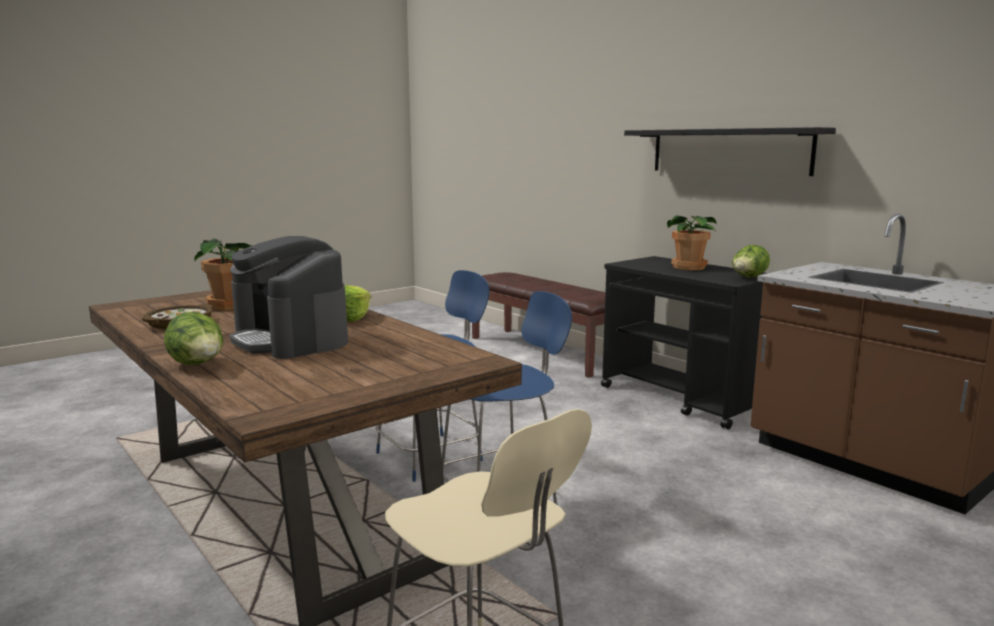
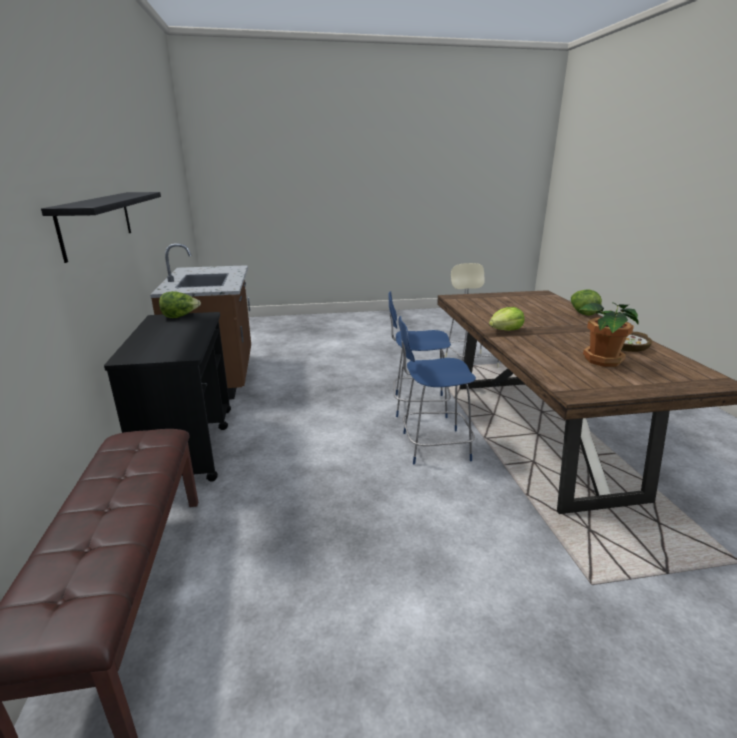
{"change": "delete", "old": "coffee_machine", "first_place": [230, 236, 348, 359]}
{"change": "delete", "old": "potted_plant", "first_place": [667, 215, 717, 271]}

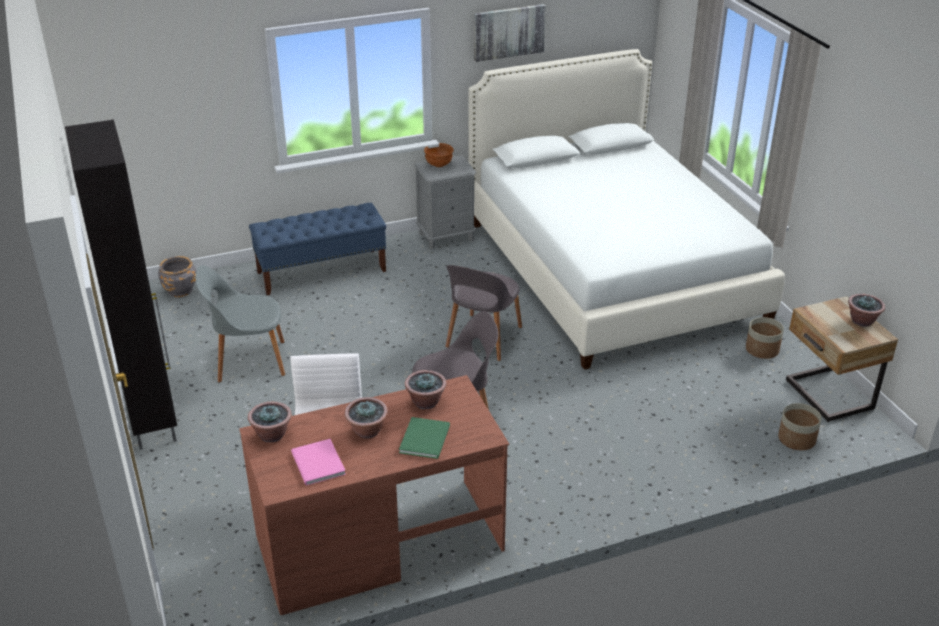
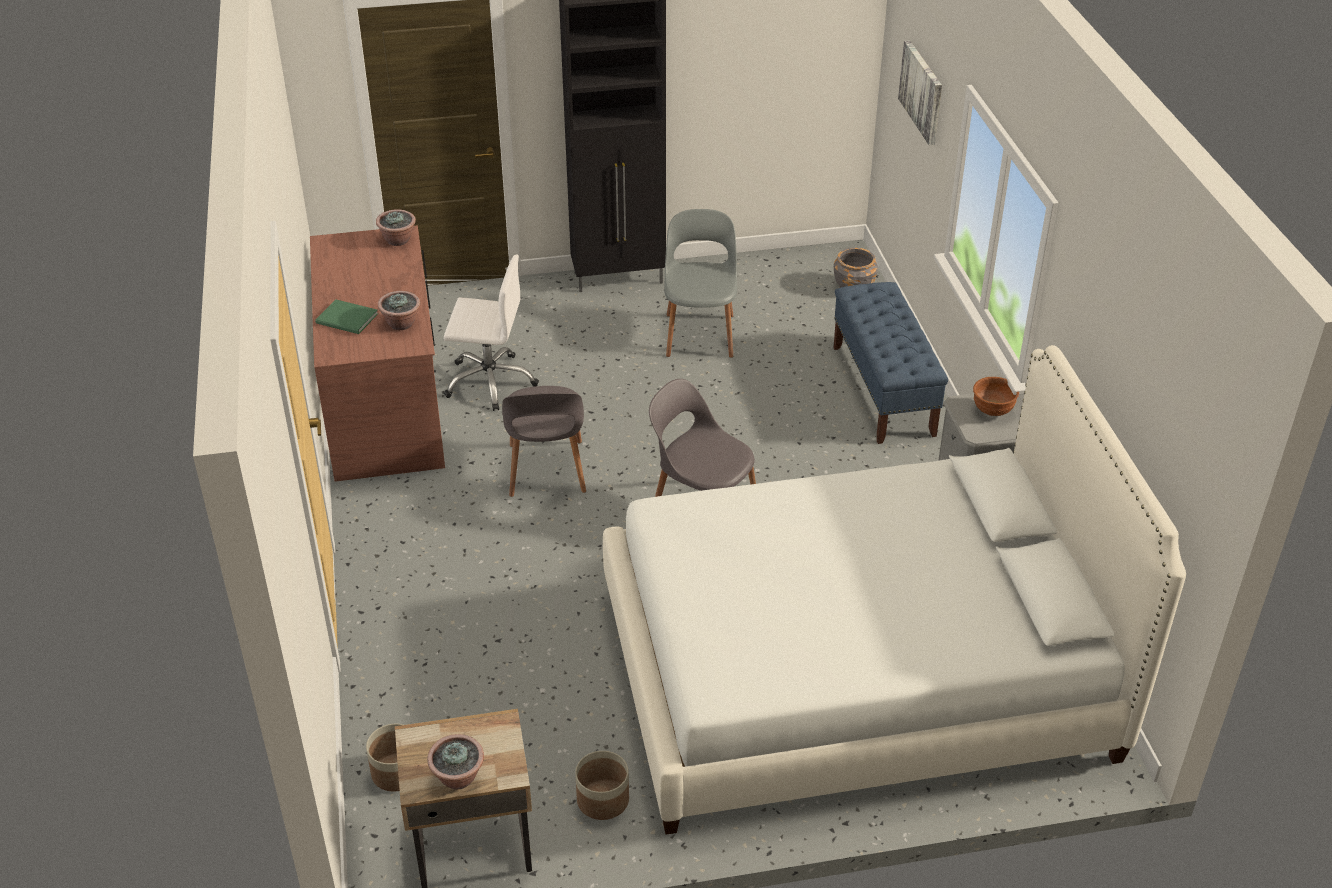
{"change": "delete", "old": "pink_book", "first_place": [291, 439, 346, 486]}
{"change": "delete", "old": "potted_plant", "first_place": [345, 397, 388, 439]}
{"change": "move", "old": "picture", "first_place": [474, 4, 546, 62], "second_place": [898, 40, 942, 145]}

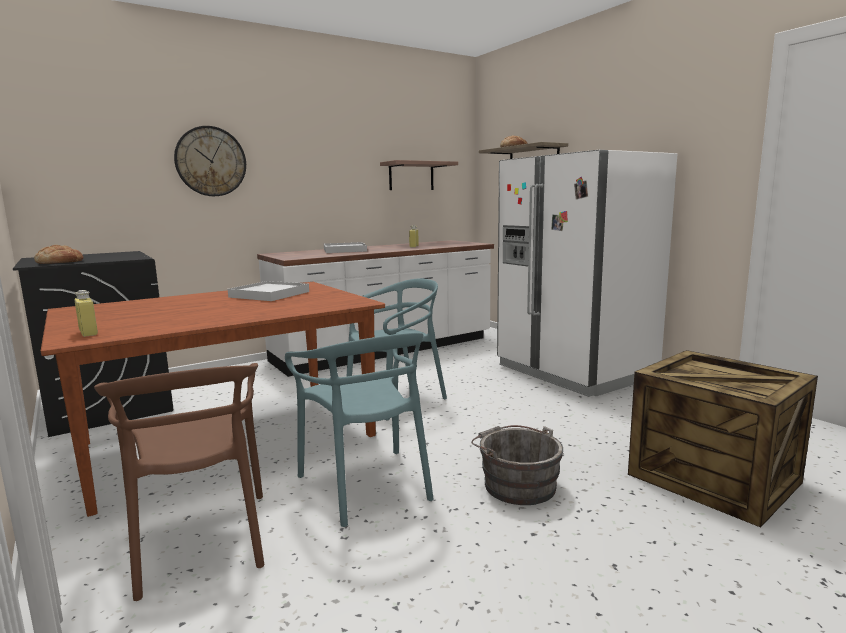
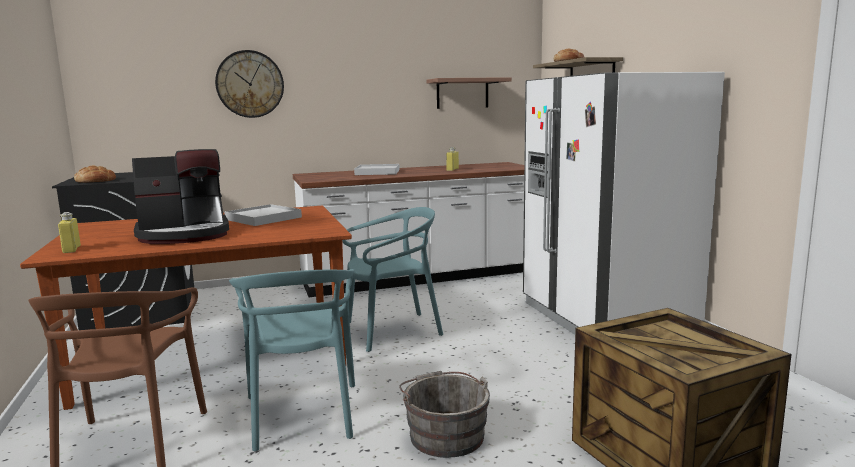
{"change": "insert", "new": "coffee_machine", "second_place": [132, 149, 229, 244]}

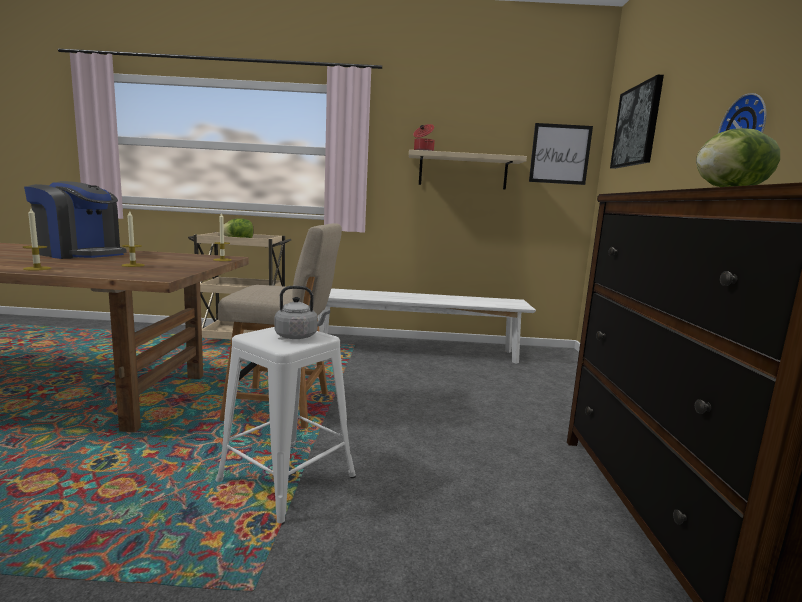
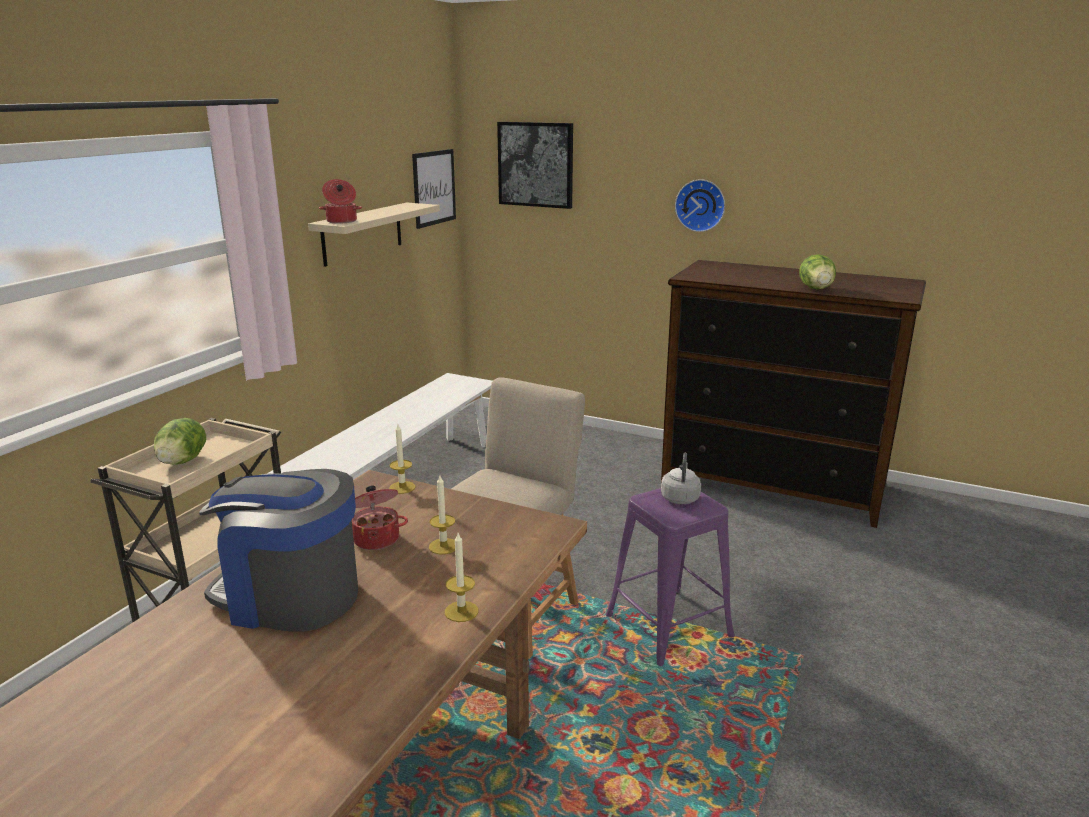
{"change": "rotate", "old": "coffee_machine", "first_place": [24, 181, 127, 259], "second_place": [199, 469, 358, 632], "degrees": -120}
{"change": "recolor", "old": "white_stool", "new": "purple_stool", "first_place": [216, 327, 356, 525], "second_place": [606, 488, 735, 666]}
{"change": "insert", "new": "cooking_pot", "second_place": [352, 485, 408, 550]}

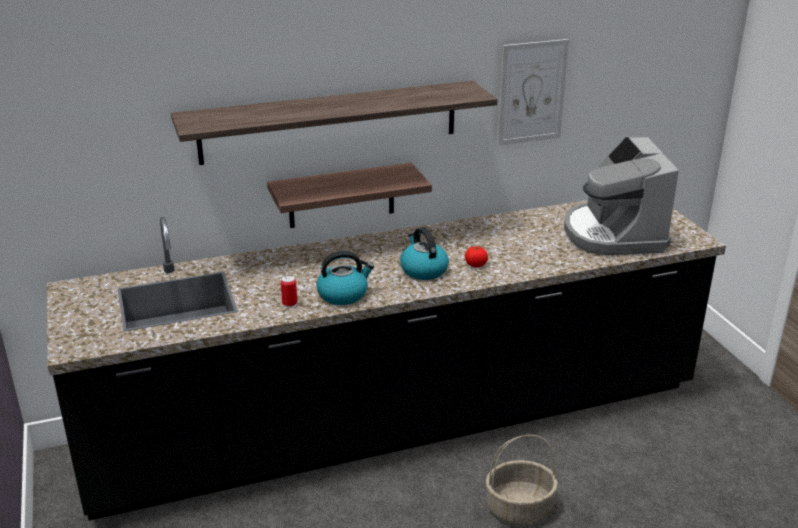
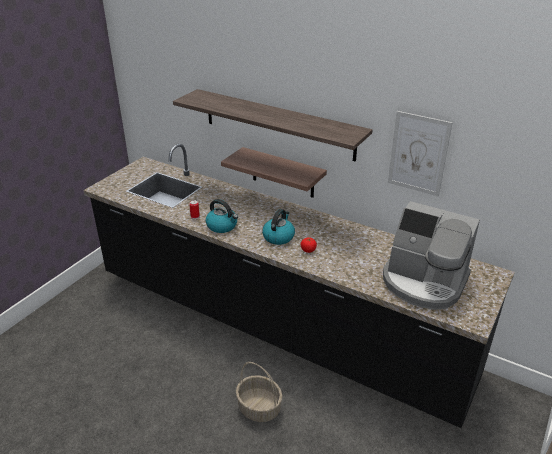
{"change": "rotate", "old": "coffee_machine", "first_place": [564, 136, 679, 255], "second_place": [383, 201, 480, 310], "degrees": -105}

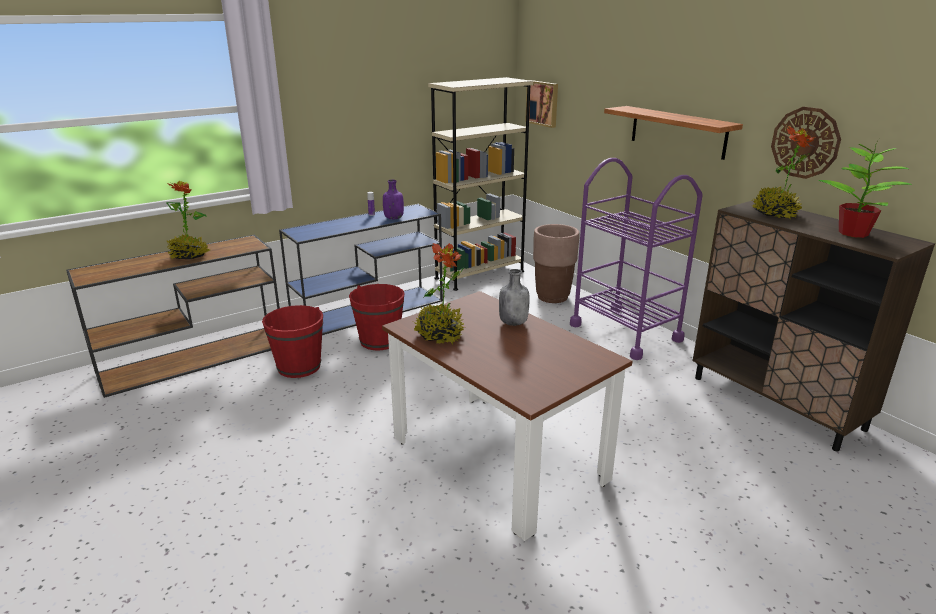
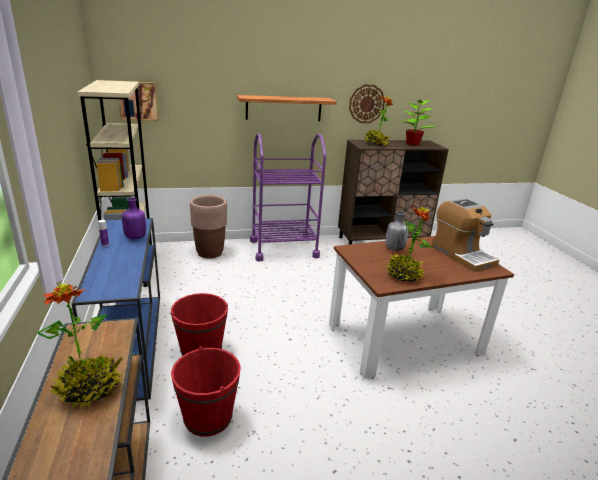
{"change": "insert", "new": "coffee_machine", "second_place": [431, 198, 499, 272]}

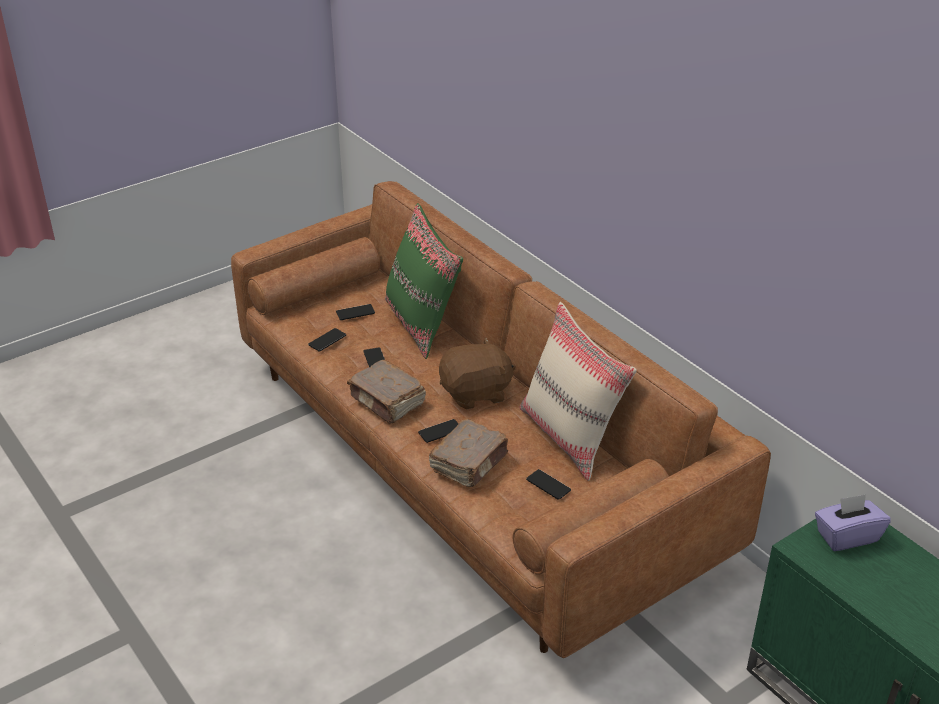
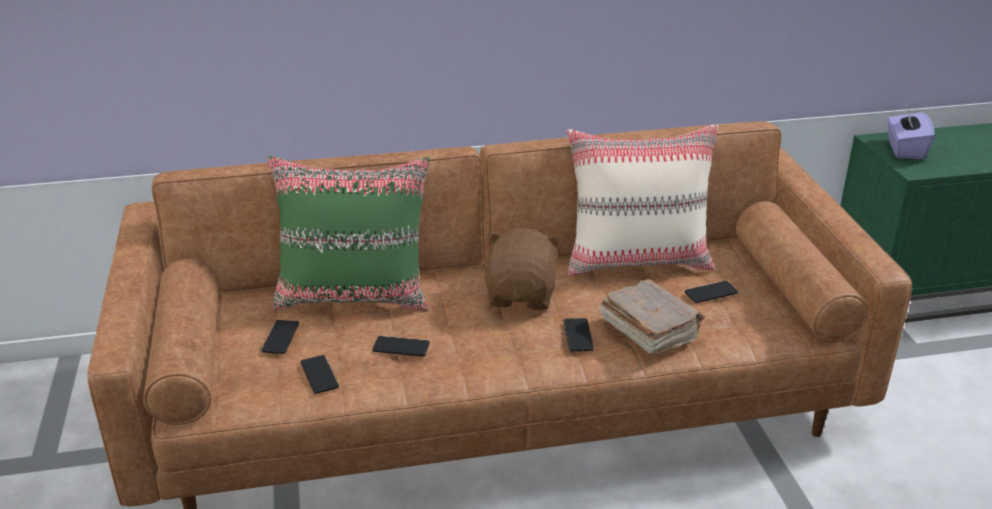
{"change": "delete", "old": "brown_book", "first_place": [347, 360, 426, 424]}

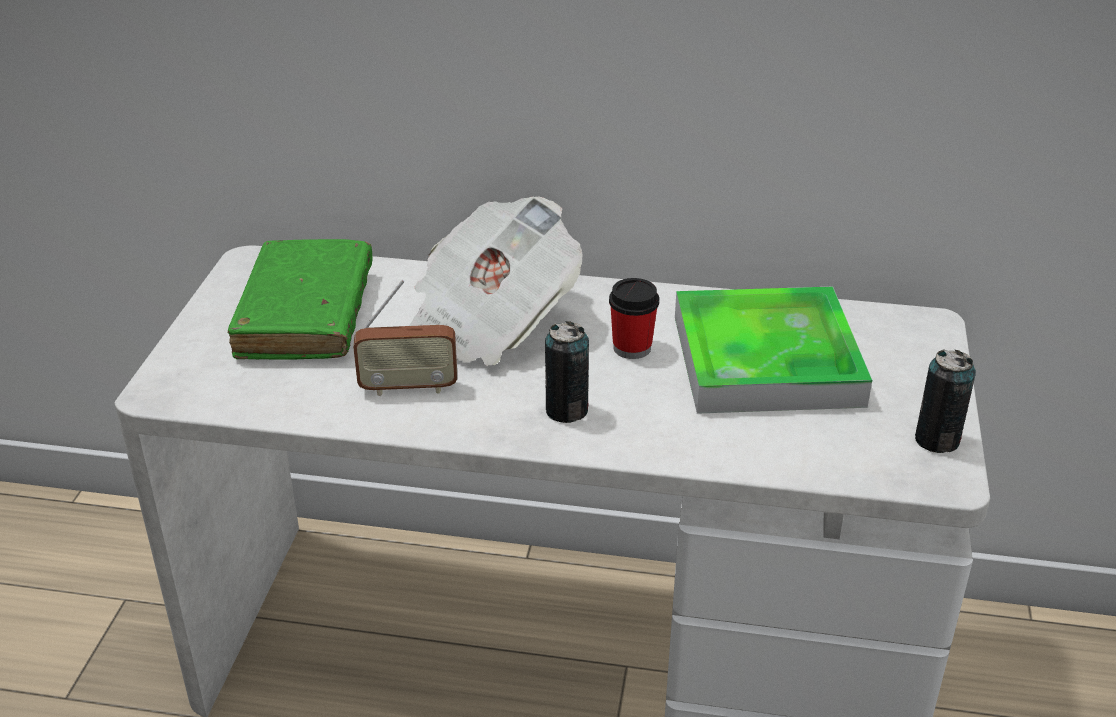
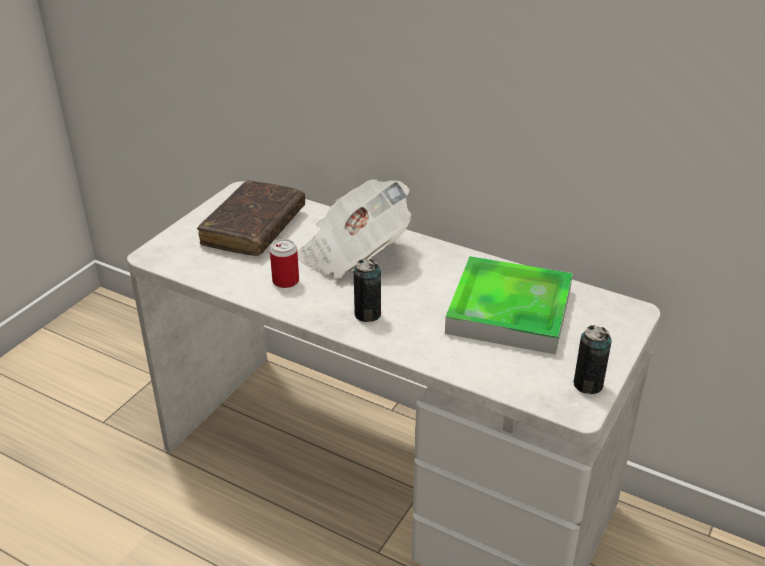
{"change": "recolor", "old": "green_book", "new": "brown_book", "first_place": [228, 239, 372, 360], "second_place": [197, 180, 305, 256]}
{"change": "replace", "old": "radio", "new": "can", "first_place": [353, 280, 457, 396], "second_place": [270, 239, 299, 288]}
{"change": "delete", "old": "cup", "first_place": [609, 278, 659, 359]}

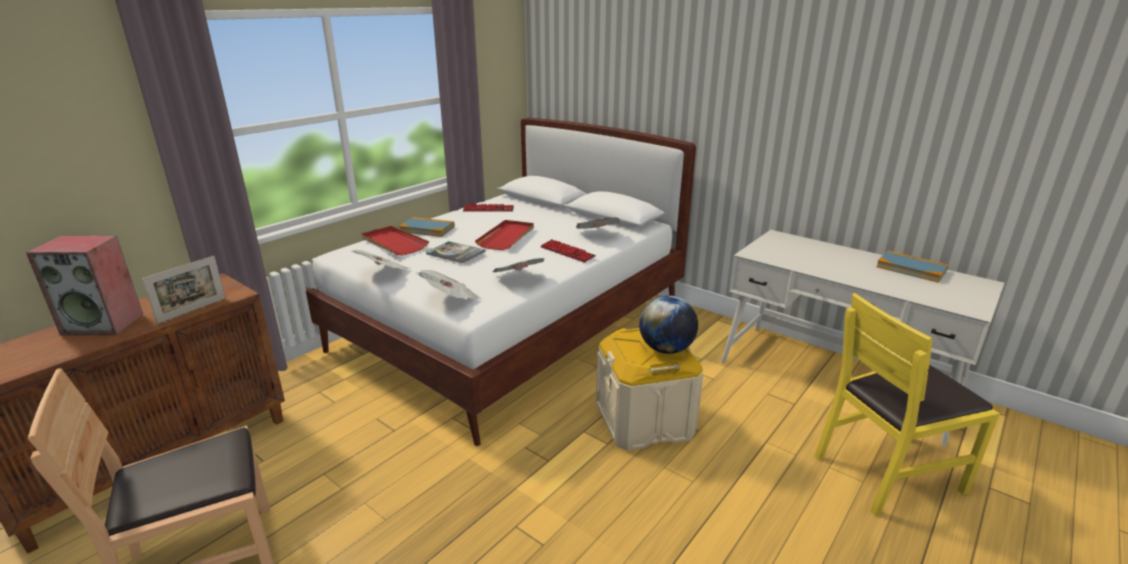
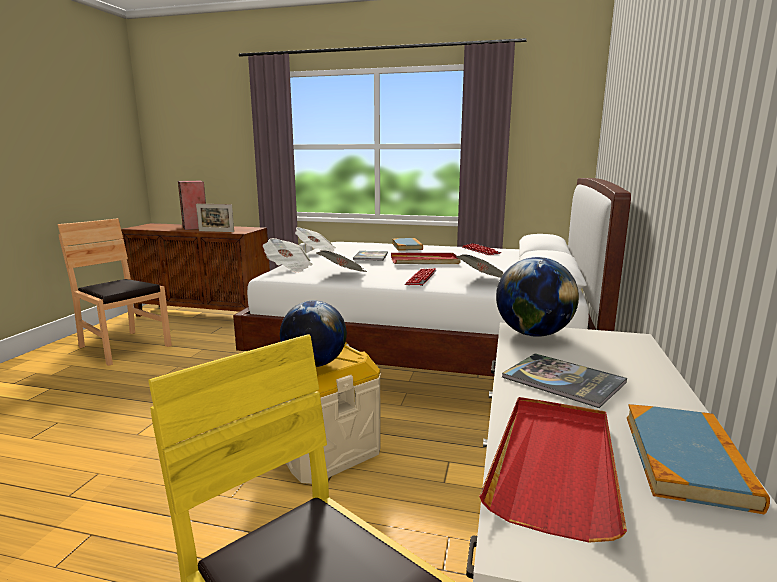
{"change": "move", "old": "red_tray", "first_place": [361, 226, 429, 255], "second_place": [479, 397, 627, 542]}
{"change": "insert", "new": "globe", "second_place": [496, 257, 579, 337]}
{"change": "insert", "new": "book", "second_place": [502, 353, 627, 408]}

